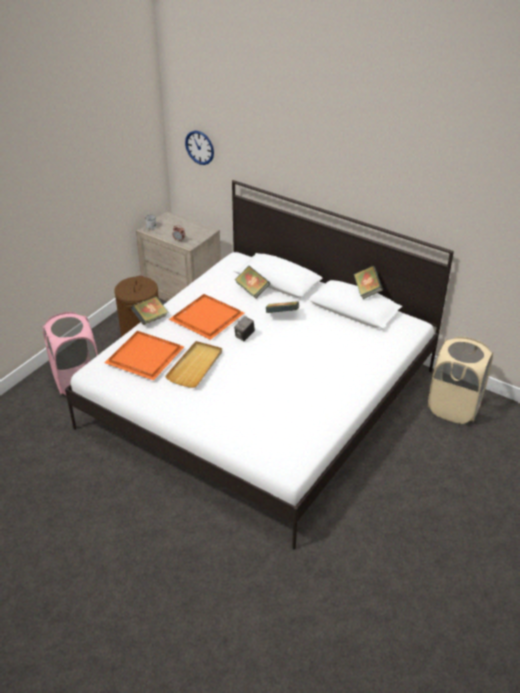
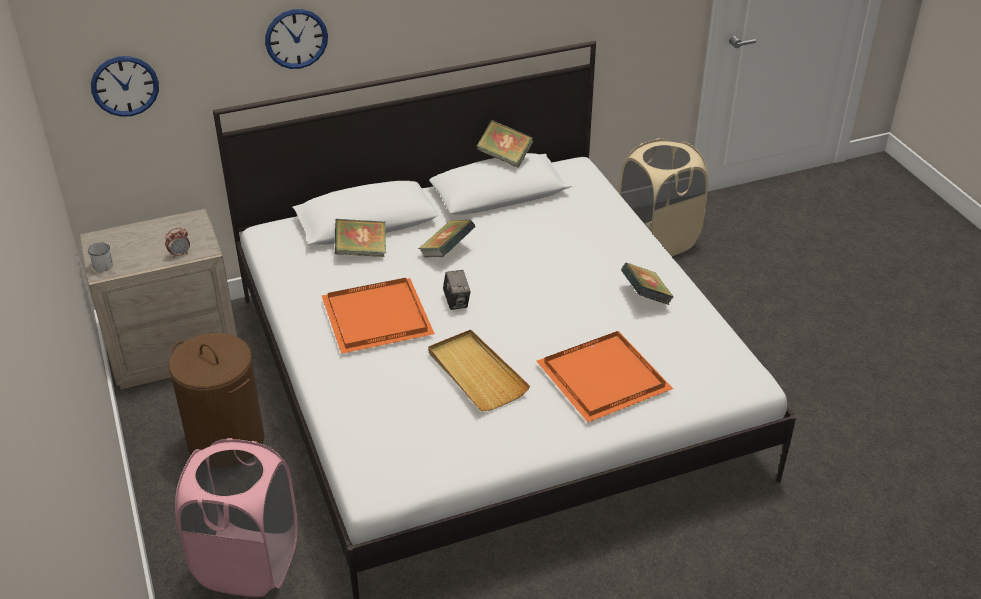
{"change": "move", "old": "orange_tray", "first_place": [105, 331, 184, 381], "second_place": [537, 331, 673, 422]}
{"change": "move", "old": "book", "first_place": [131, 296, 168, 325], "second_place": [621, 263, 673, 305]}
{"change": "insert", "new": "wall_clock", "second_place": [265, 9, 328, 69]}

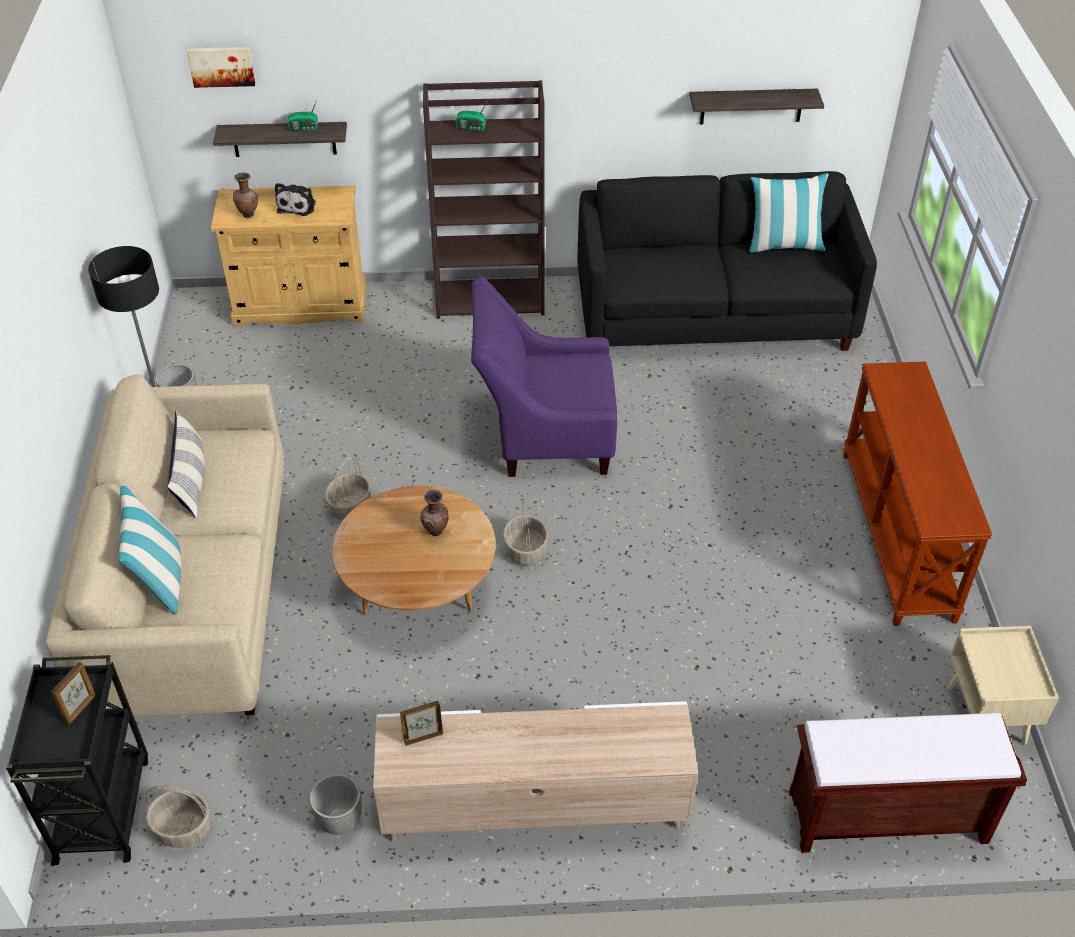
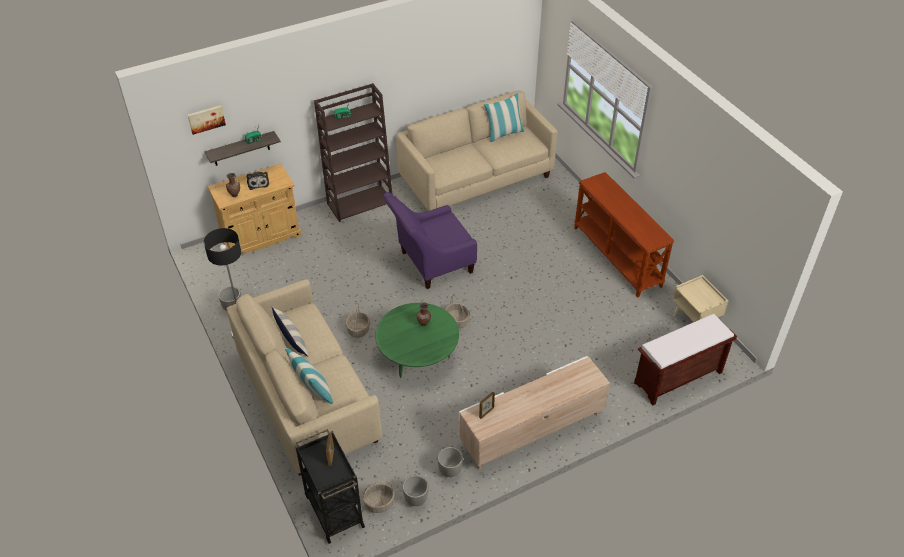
{"change": "recolor", "old": "brown_coffee_table", "new": "green_coffee_table", "first_place": [332, 486, 495, 616], "second_place": [375, 303, 459, 378]}
{"change": "recolor", "old": "black_sofa", "new": "beige_sofa", "first_place": [578, 171, 877, 351], "second_place": [397, 91, 557, 211]}
{"change": "delete", "old": "shelf", "first_place": [689, 88, 824, 124]}
{"change": "insert", "new": "planter", "second_place": [402, 475, 429, 506]}

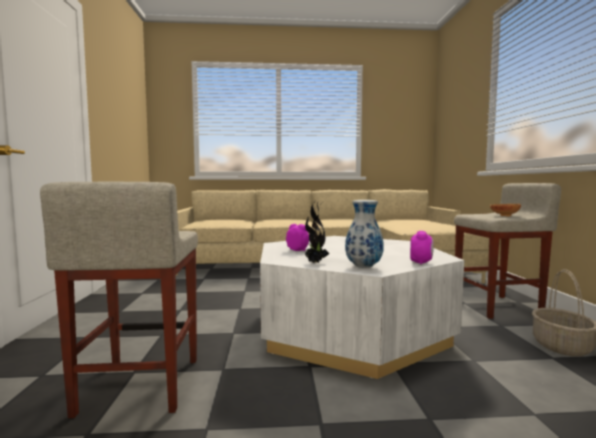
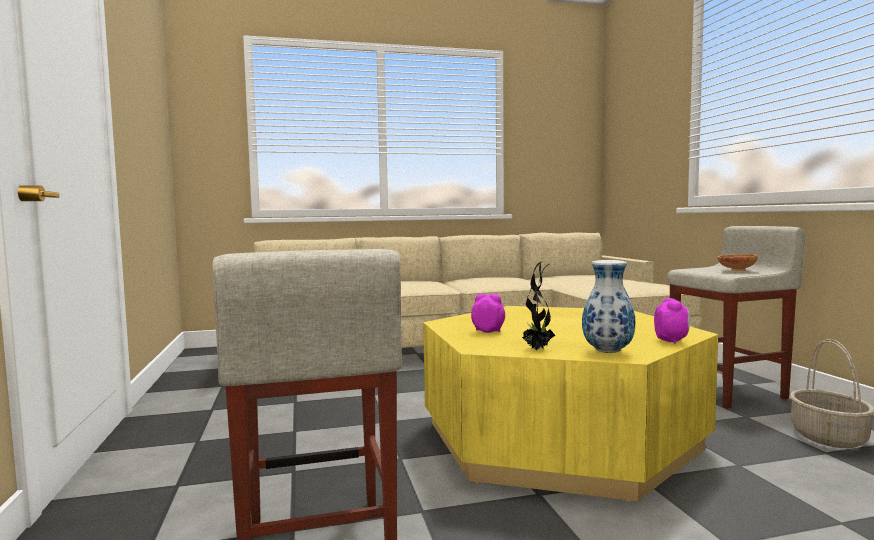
{"change": "recolor", "old": "white_coffee_table", "new": "yellow_coffee_table", "first_place": [260, 236, 464, 379], "second_place": [423, 306, 718, 501]}

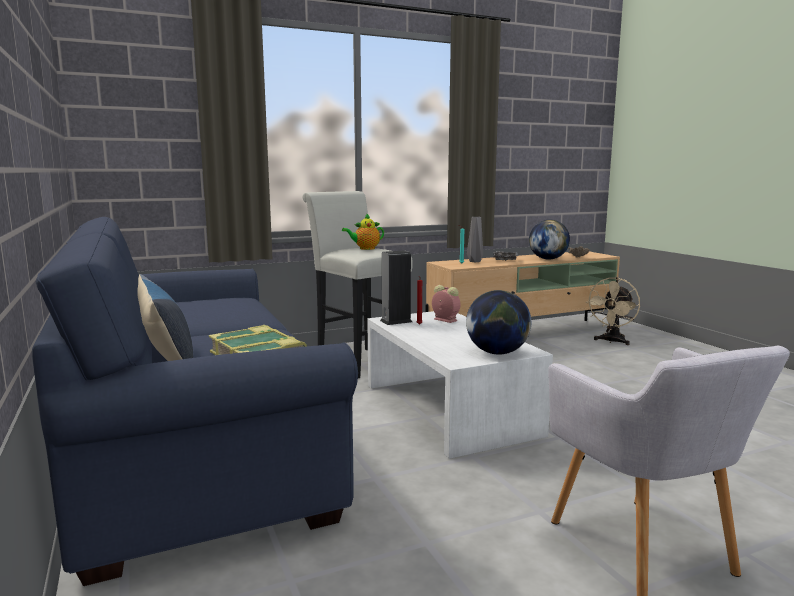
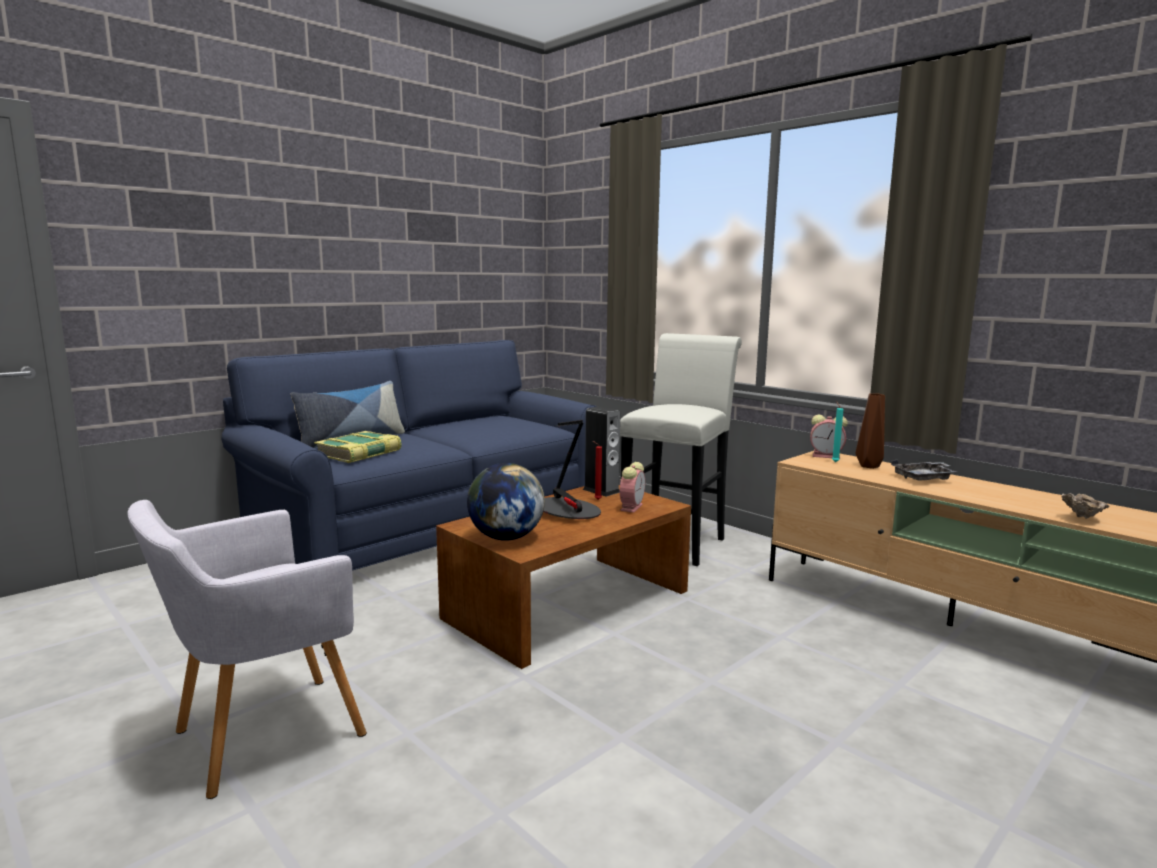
{"change": "delete", "old": "teapot", "first_place": [342, 213, 384, 250]}
{"change": "recolor", "old": "white_coffee_table", "new": "brown_coffee_table", "first_place": [367, 311, 553, 459], "second_place": [436, 485, 691, 669]}
{"change": "recolor", "old": "grey_vase", "new": "brown_vase", "first_place": [467, 217, 483, 262], "second_place": [855, 393, 885, 469]}
{"change": "delete", "old": "globe", "first_place": [529, 220, 570, 260]}
{"change": "delete", "old": "beige_fan", "first_place": [586, 277, 640, 345]}
{"change": "insert", "new": "table_lamp", "second_place": [543, 420, 601, 519]}
{"change": "insert", "new": "alarm_clock", "second_place": [810, 415, 848, 459]}

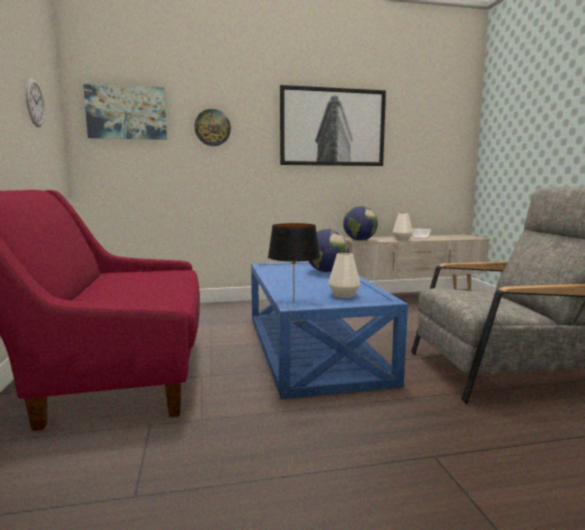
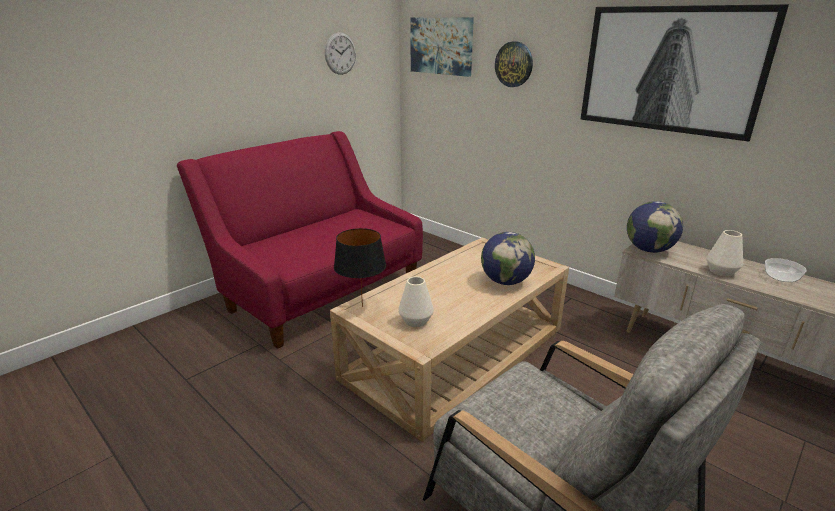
{"change": "recolor", "old": "blue_coffee_table", "new": "beige_coffee_table", "first_place": [251, 261, 408, 399], "second_place": [330, 238, 569, 442]}

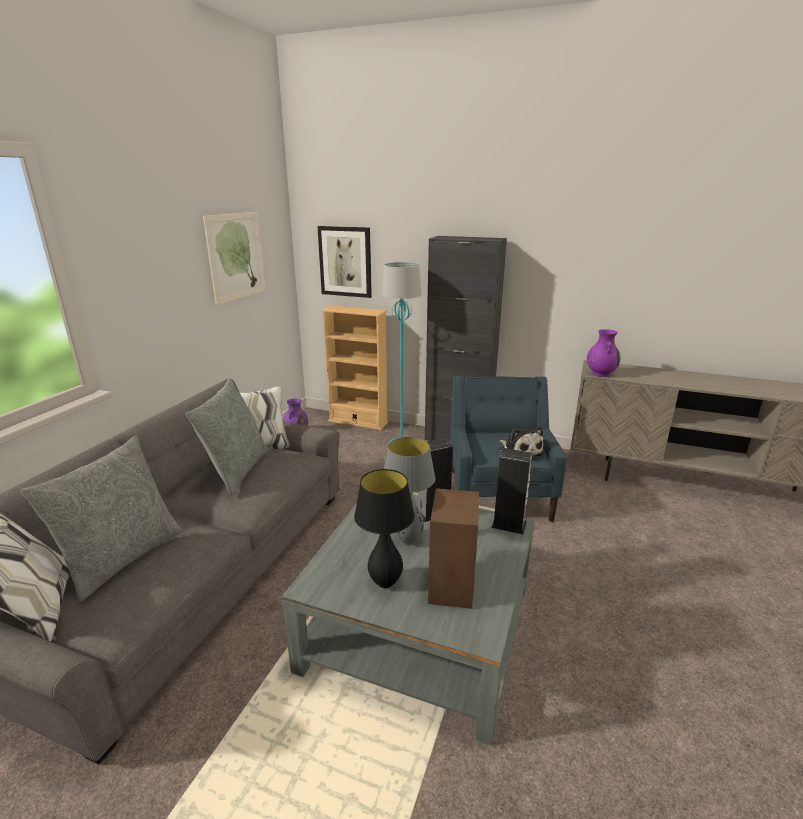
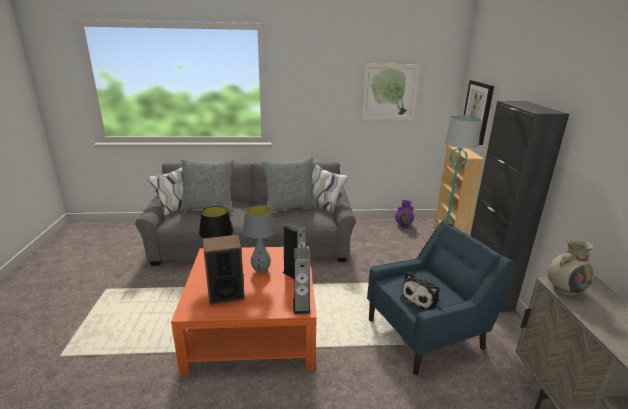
{"change": "recolor", "old": "grey_coffee_table", "new": "orange_coffee_table", "first_place": [282, 495, 535, 746], "second_place": [171, 246, 317, 376]}
{"change": "recolor", "old": "purple_vase", "new": "beige_vase", "first_place": [587, 329, 621, 377], "second_place": [547, 238, 594, 296]}

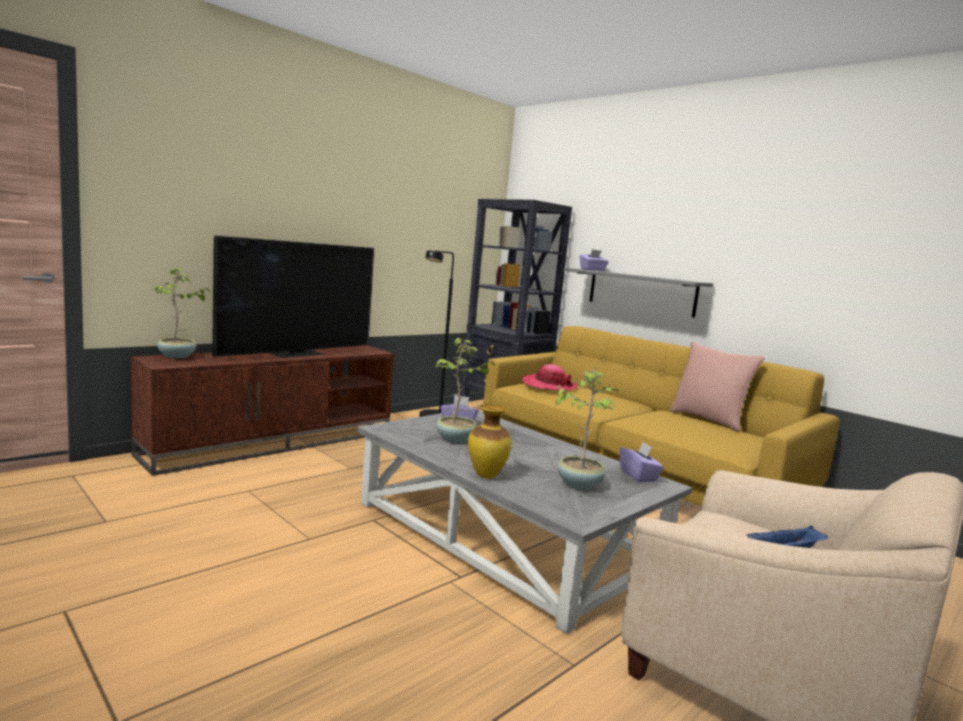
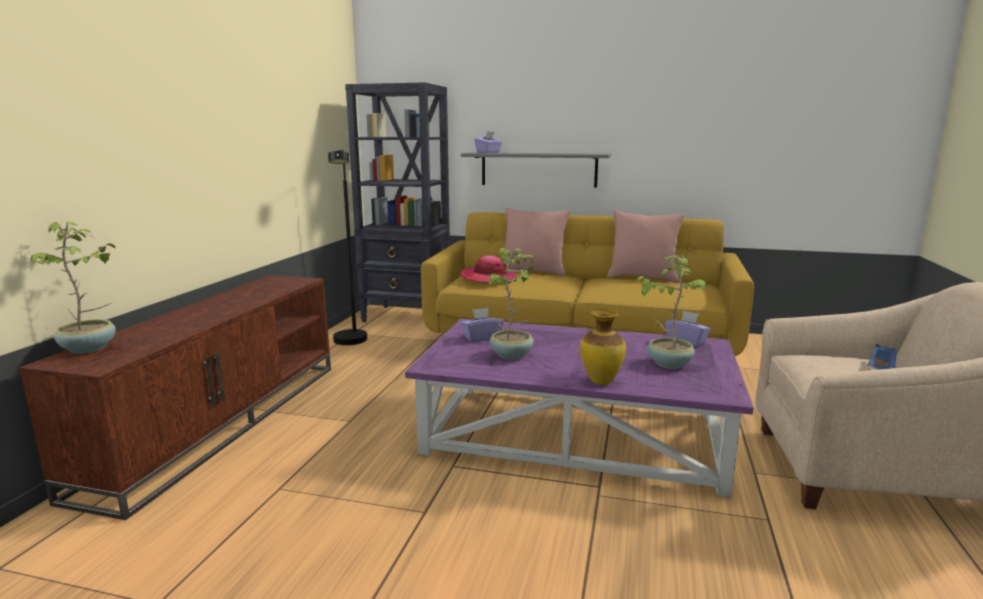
{"change": "delete", "old": "television", "first_place": [212, 235, 374, 358]}
{"change": "recolor", "old": "grey_coffee_table", "new": "purple_coffee_table", "first_place": [357, 411, 692, 634], "second_place": [405, 319, 754, 498]}
{"change": "insert", "new": "pink_pillow", "second_place": [504, 207, 571, 276]}

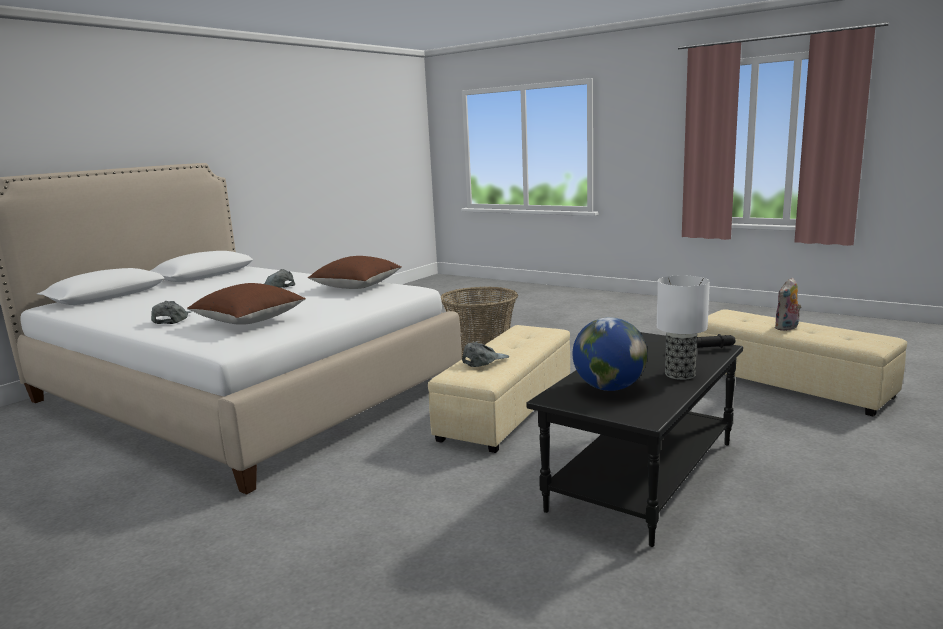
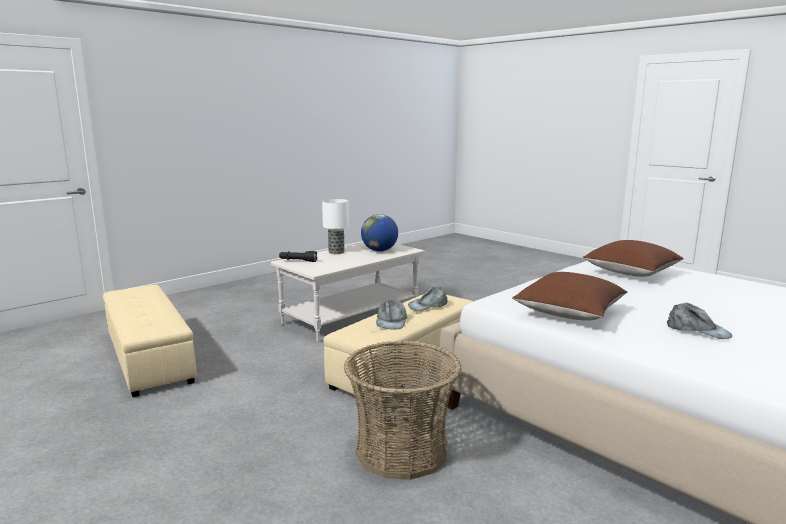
{"change": "move", "old": "grey_cap", "first_place": [151, 301, 191, 324], "second_place": [376, 300, 407, 330]}
{"change": "recolor", "old": "black_coffee_table", "new": "white_coffee_table", "first_place": [526, 332, 743, 547], "second_place": [271, 243, 425, 342]}
{"change": "delete", "old": "plush_toy", "first_place": [774, 278, 801, 331]}

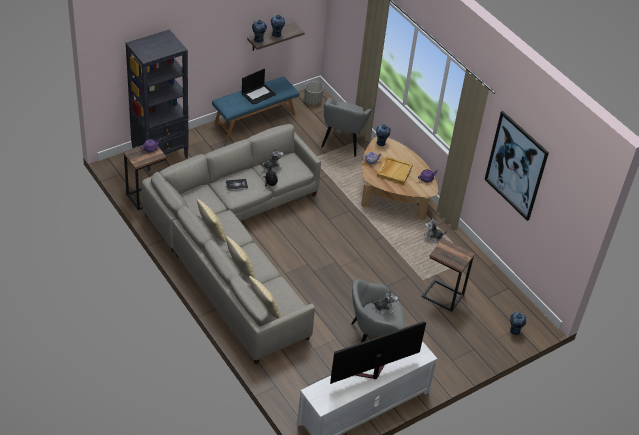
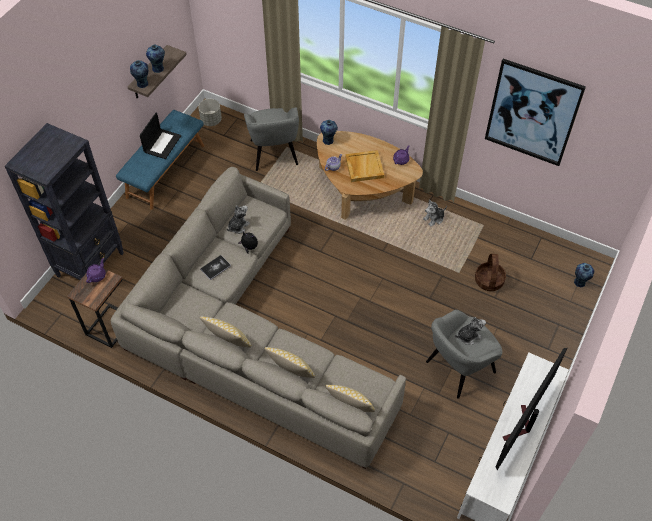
{"change": "replace", "old": "side_table", "new": "basket", "first_place": [422, 239, 475, 312], "second_place": [475, 254, 506, 291]}

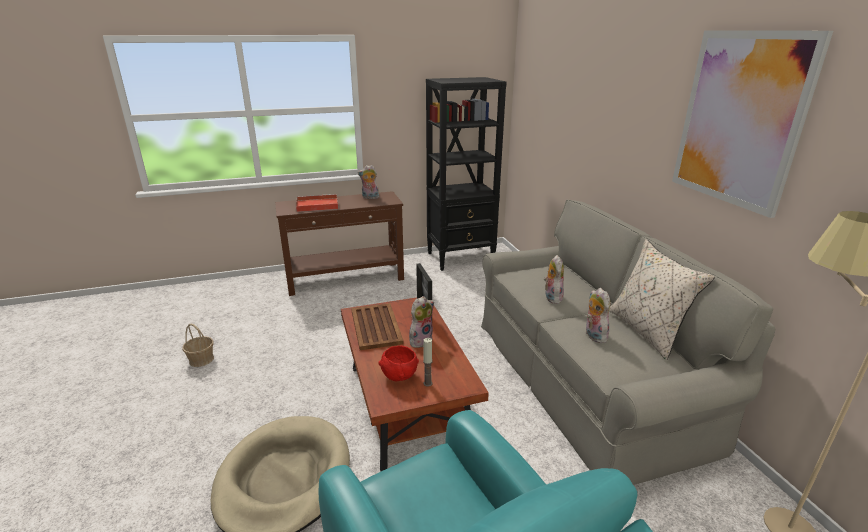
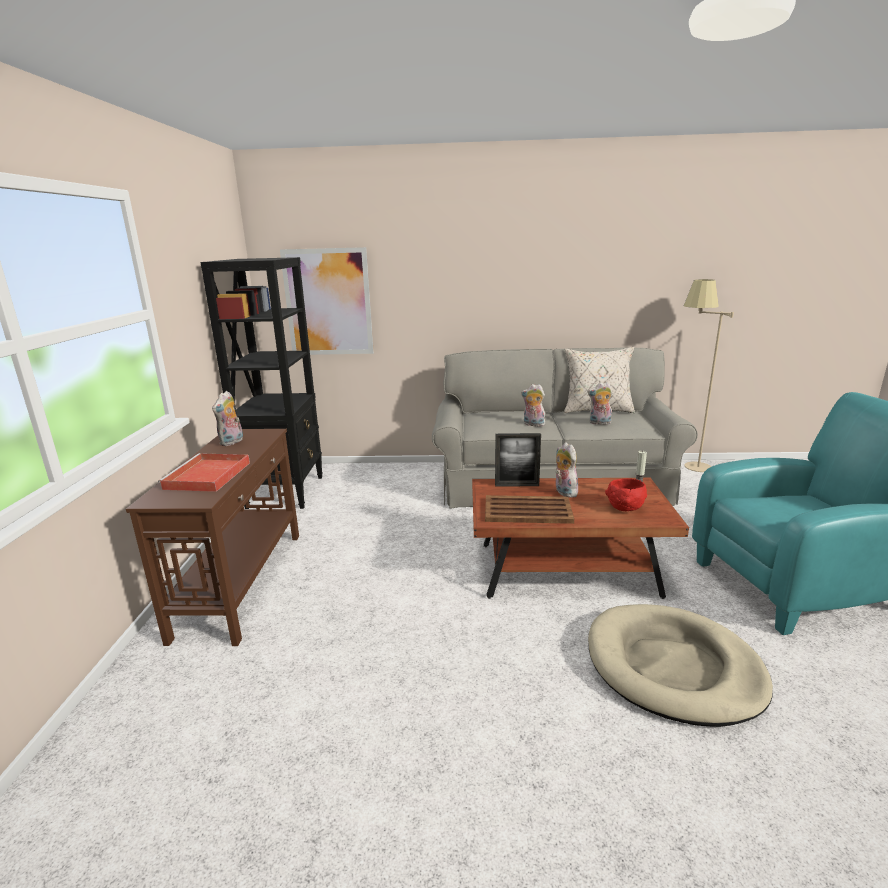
{"change": "delete", "old": "basket", "first_place": [182, 324, 214, 367]}
{"change": "move", "old": "picture", "first_place": [672, 30, 833, 218], "second_place": [280, 247, 374, 355]}

